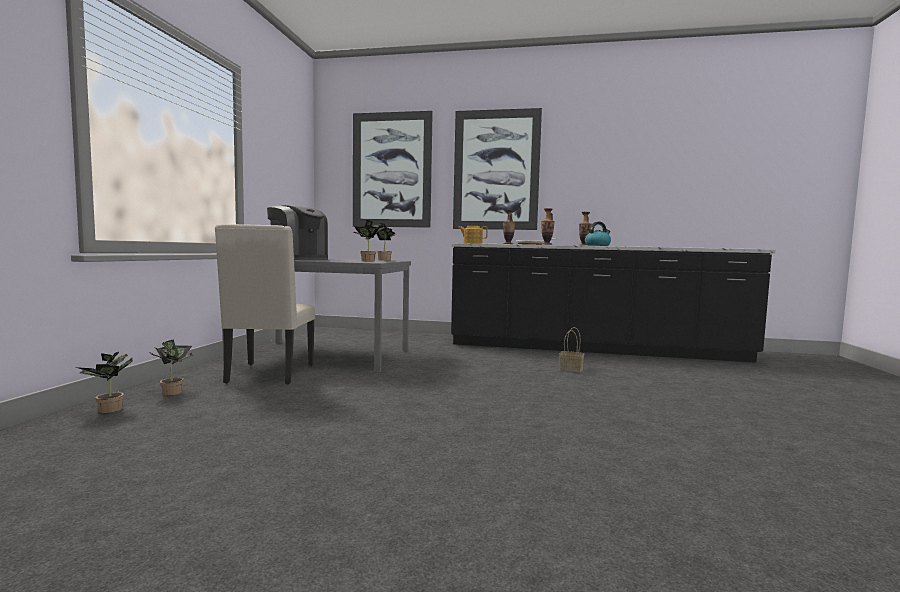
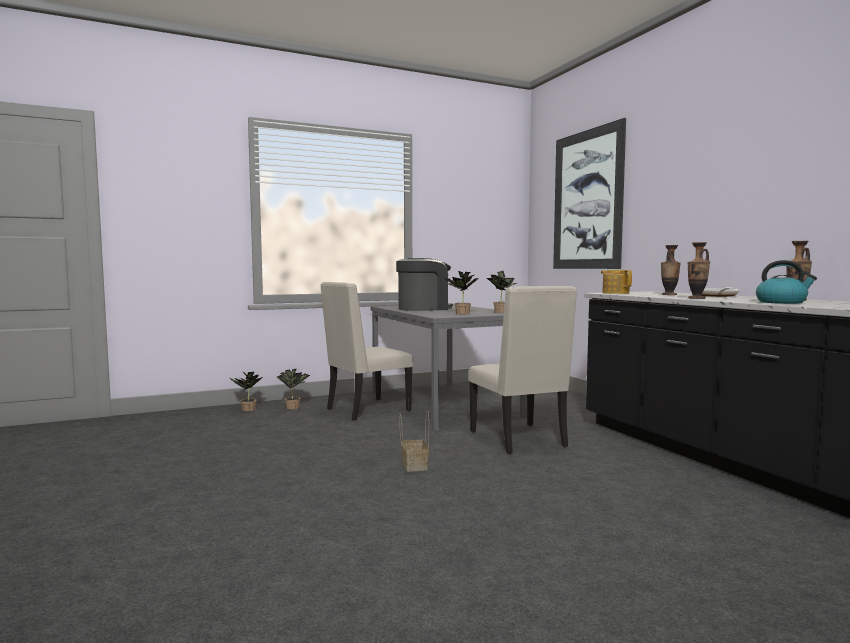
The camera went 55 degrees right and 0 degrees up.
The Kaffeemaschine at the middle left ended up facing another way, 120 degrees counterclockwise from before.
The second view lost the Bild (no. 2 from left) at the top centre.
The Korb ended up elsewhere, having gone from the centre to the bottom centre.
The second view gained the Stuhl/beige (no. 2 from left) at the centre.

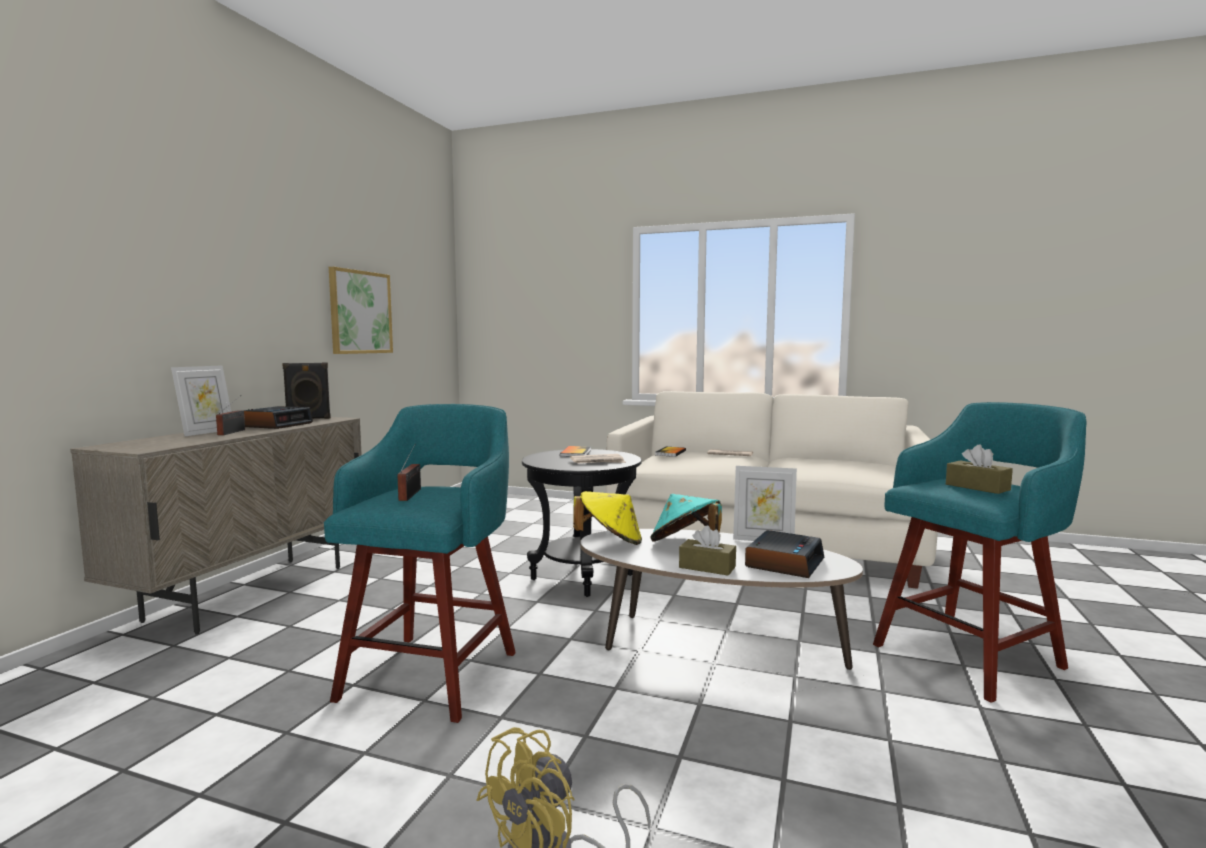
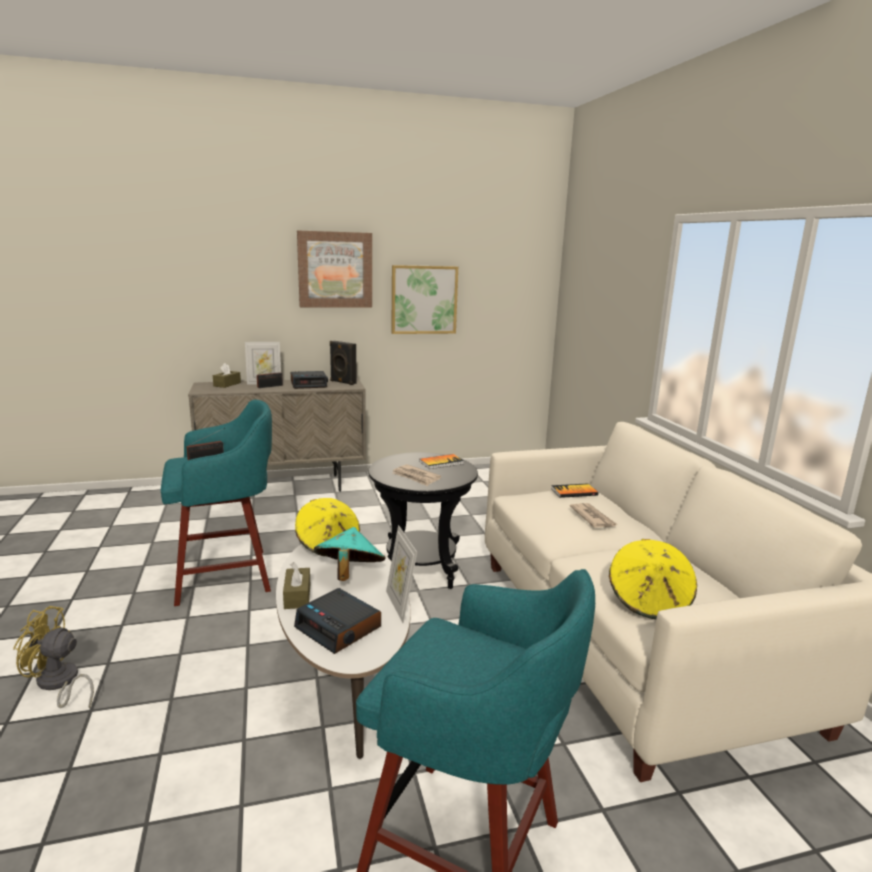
The camera went 55 degrees right and 10 degrees up.
The Wecker (no. 2 from left) at the centre ended up facing another way, 45 degrees clockwise from before.
The Taschentuchbox/braun (no. 2 from left in the first image) ended up elsewhere, having gone from the middle right to the middle left.
The second view gained the Bild (no. 1 from left) at the top centre.
The second view gained the Hut/gelb (no. 2 from left) at the middle right.

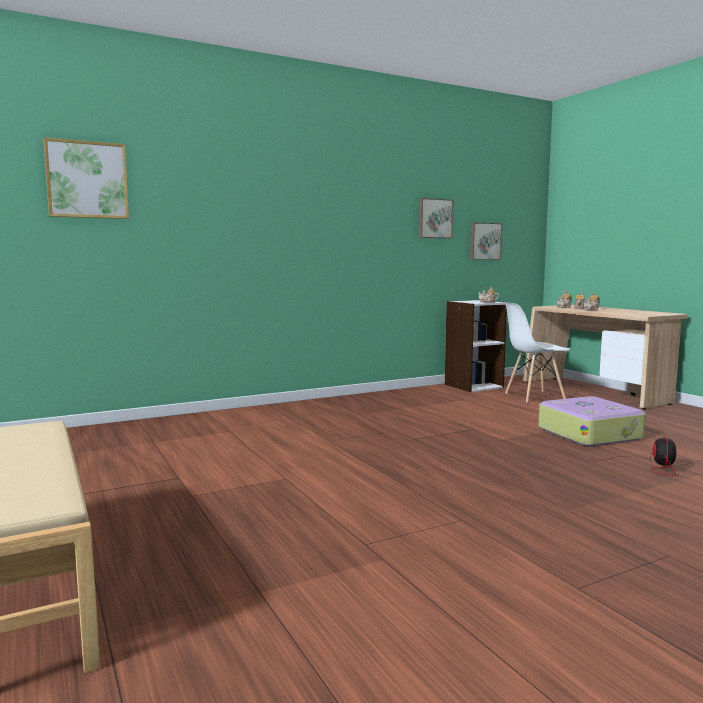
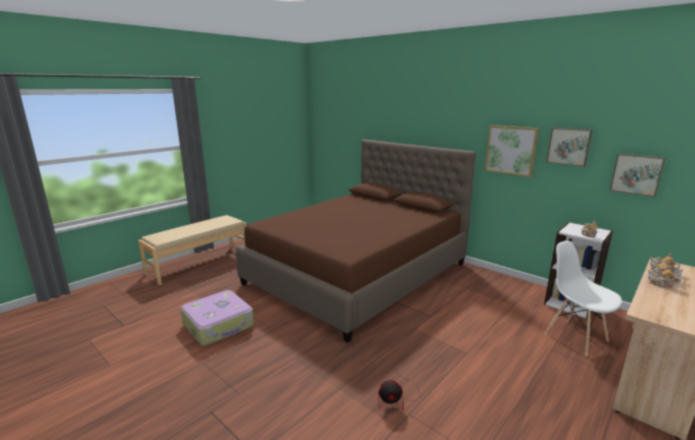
The camera went 70 degrees right and 10 degrees up.
The Bild (no. 1 from left) ended up elsewhere, having gone from the top left to the middle right.
The Koffer ended up elsewhere, having gone from the middle right to the bottom left.
The second view gained the Bett/braun at the centre.

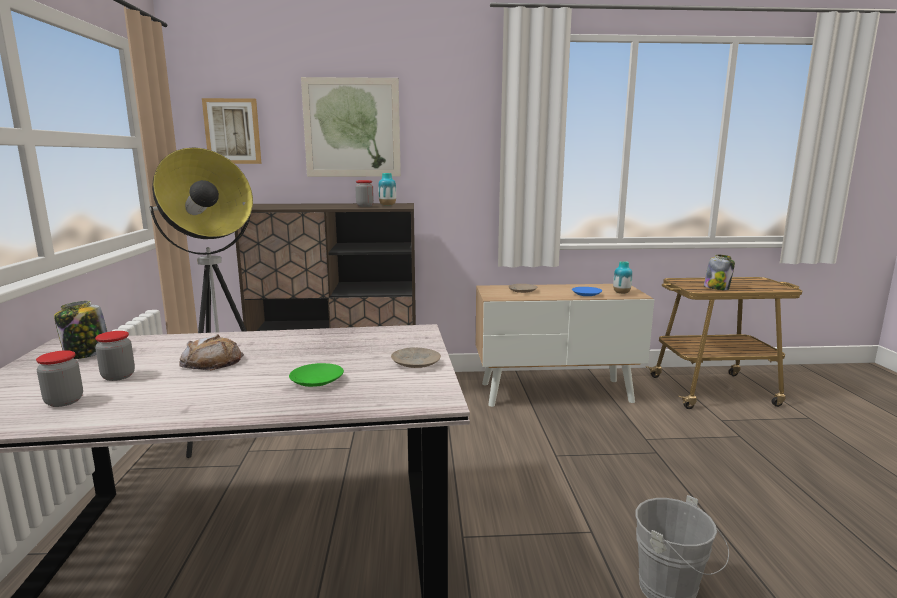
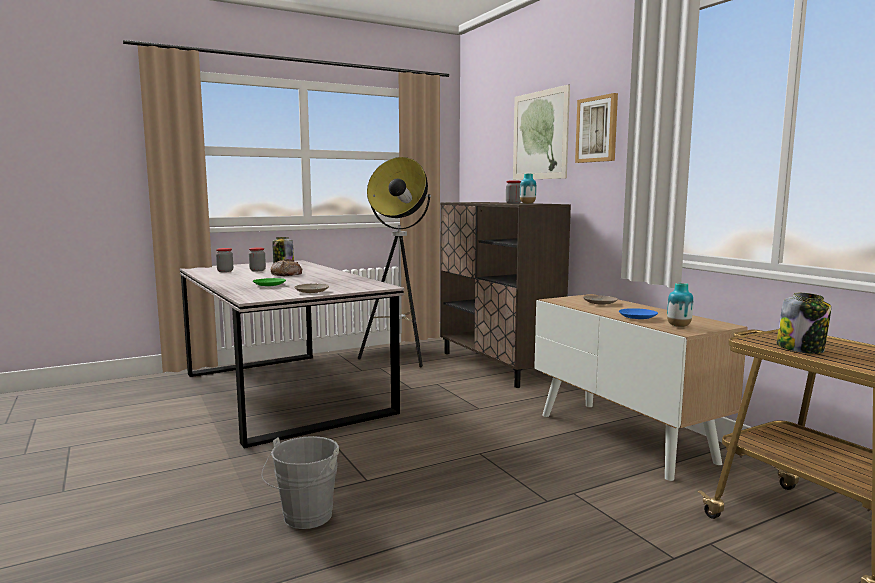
The camera went 65 degrees right and 5 degrees down.
The Bild (no. 1 from left in the first image) ended up elsewhere, having gone from the top left to the top right.

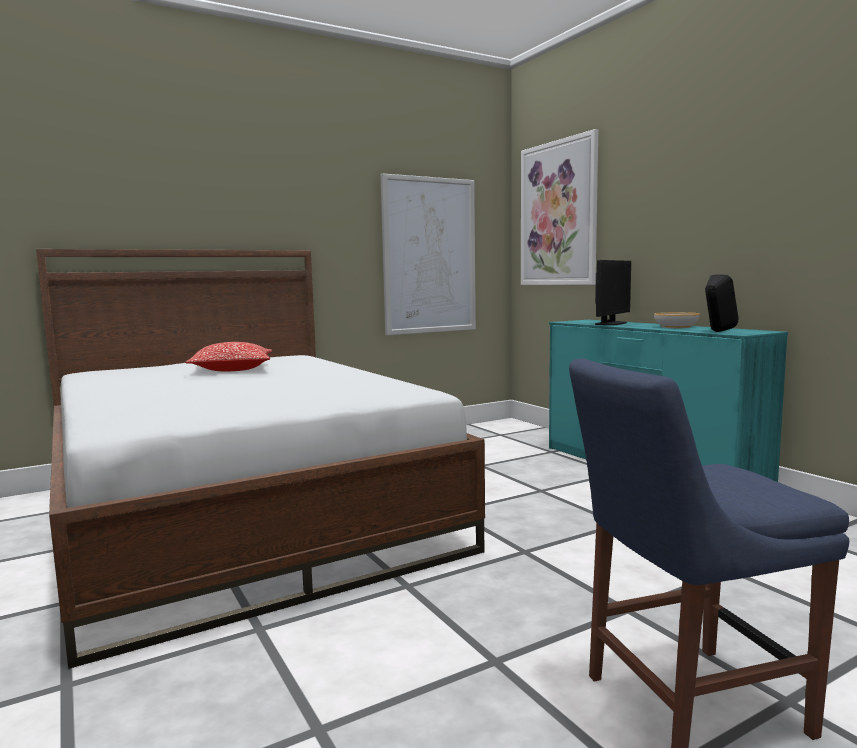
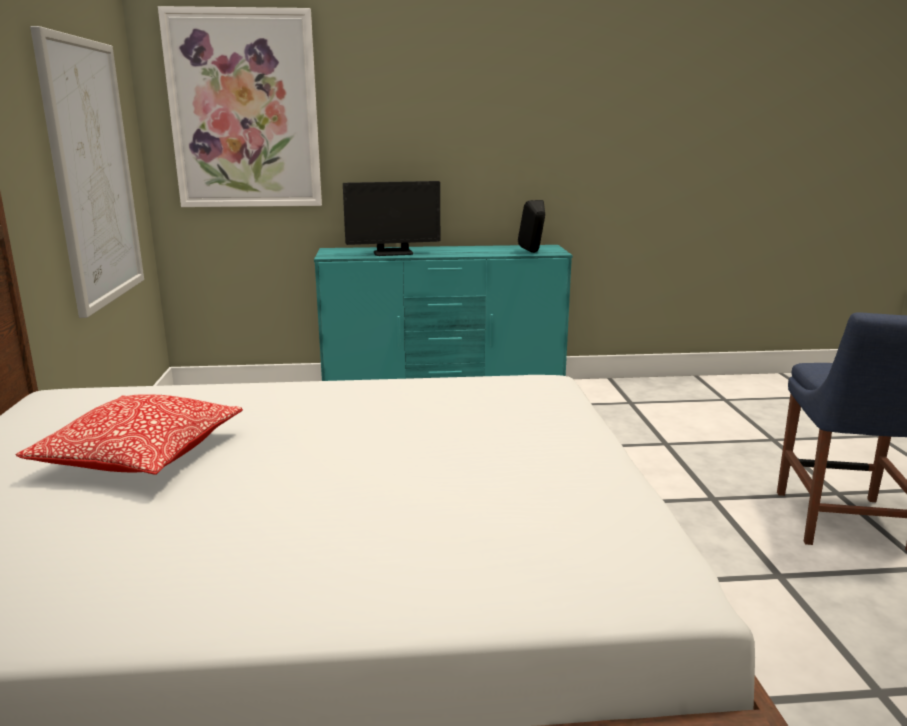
The camera went 65 degrees left and 10 degrees up.
The Monitor at the middle right ended up facing another way, 105 degrees clockwise from before.
The second view lost the Schüssel at the middle right.

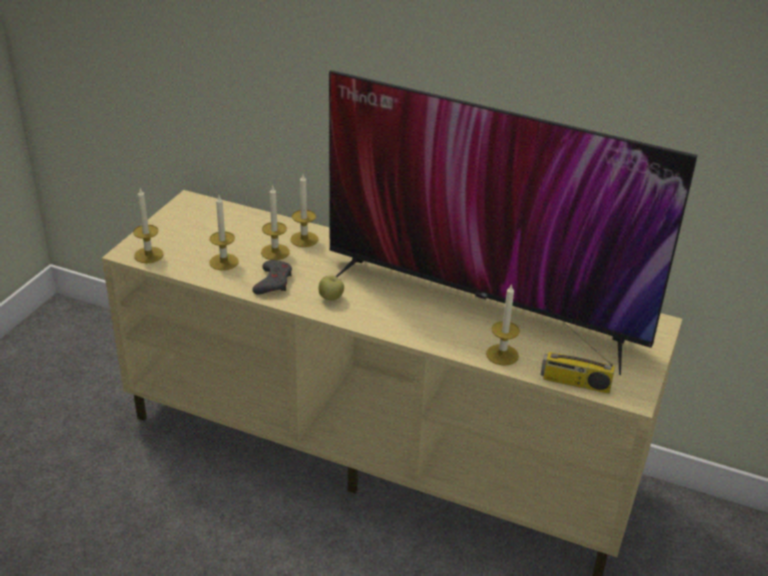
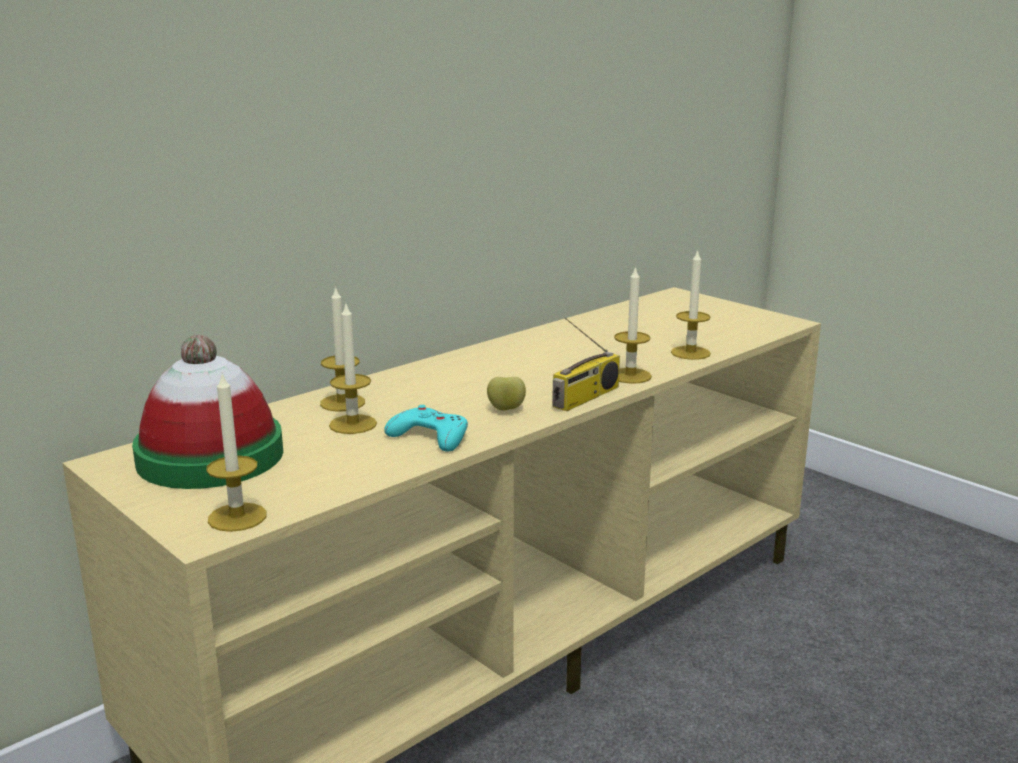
The camera went 65 degrees left and 15 degrees down.
The Kerze (no. 2 from left in the first image) ended up elsewhere, having gone from the middle left to the centre.
What was the Gamepad/grau at the centre turned into the Gamepad/türkis at the centre.
The second view lost the Fernseher at the middle right.
The Radio ended up elsewhere, having gone from the middle right to the centre.
The second view gained the Hut at the middle left.

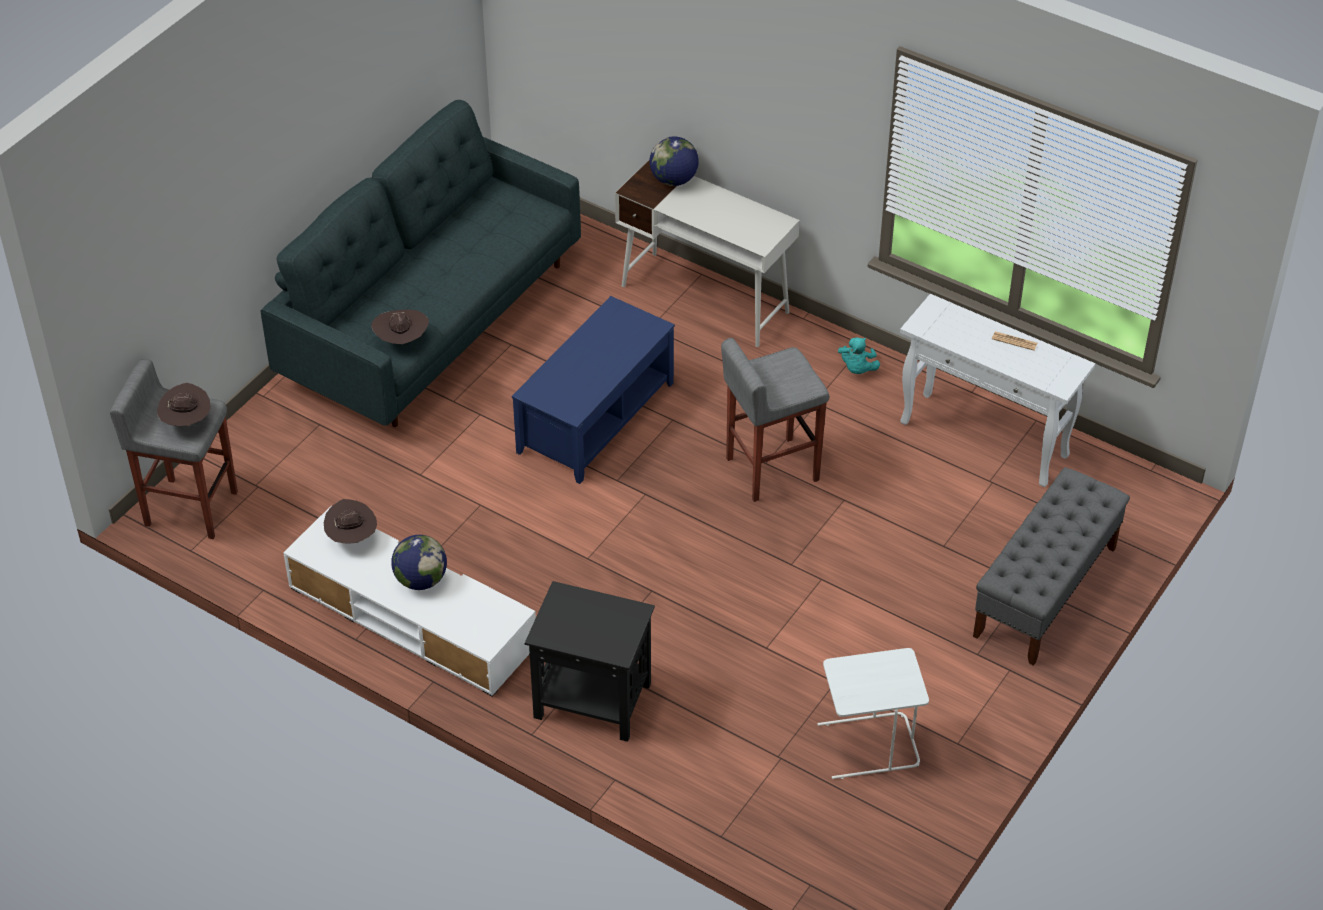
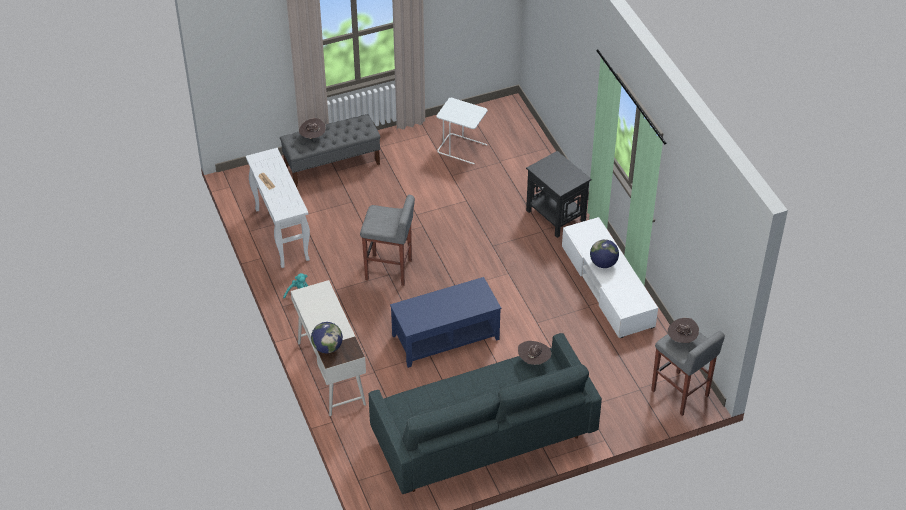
The camera went 145 degrees left and 0 degrees up.
The Hut/braun (no. 2 from left in the first image) ended up elsewhere, having gone from the middle left to the top centre.

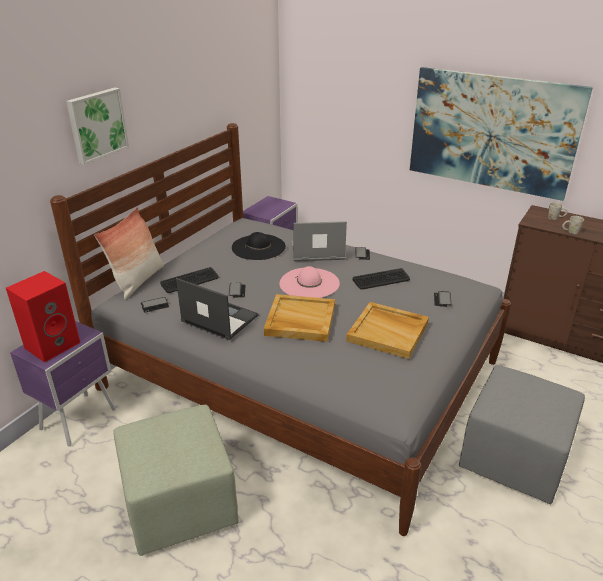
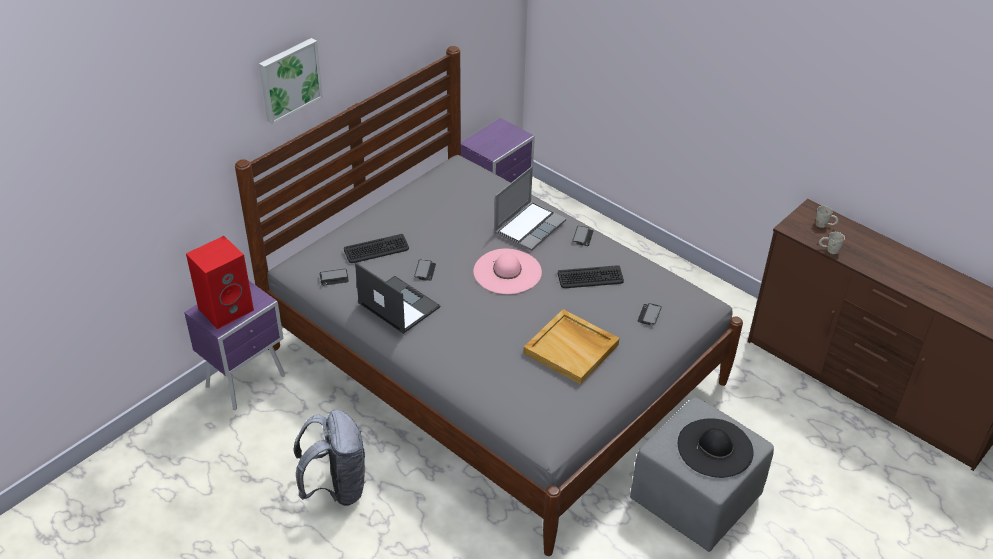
The camera went 10 degrees right and 10 degrees up.
The second view lost the Kissen at the middle left.
Where the Polsterhocker/grün stood at the bottom left, the Rucksack/grau came to stand at the bottom left.
The Hut/schwarz ended up elsewhere, having gone from the centre to the bottom right.
The second view lost the Tablett/beige (no. 1 from left) at the centre.
The Laptop (no. 2 from left) at the centre ended up facing another way, 120 degrees clockwise from before.
The second view lost the Bild (no. 2 from left) at the top right.

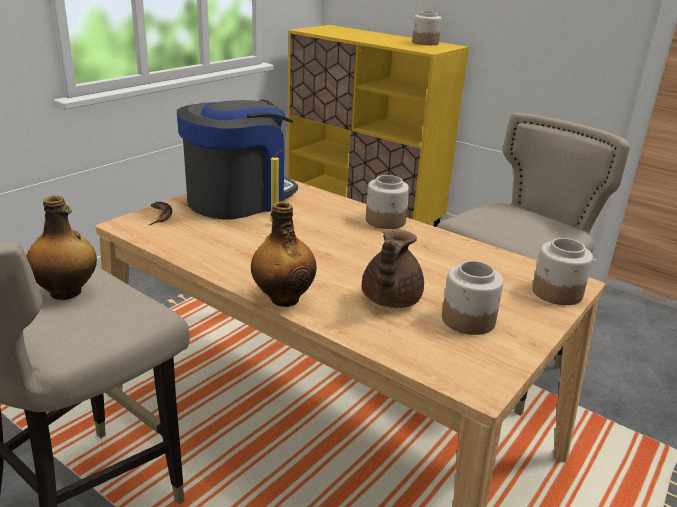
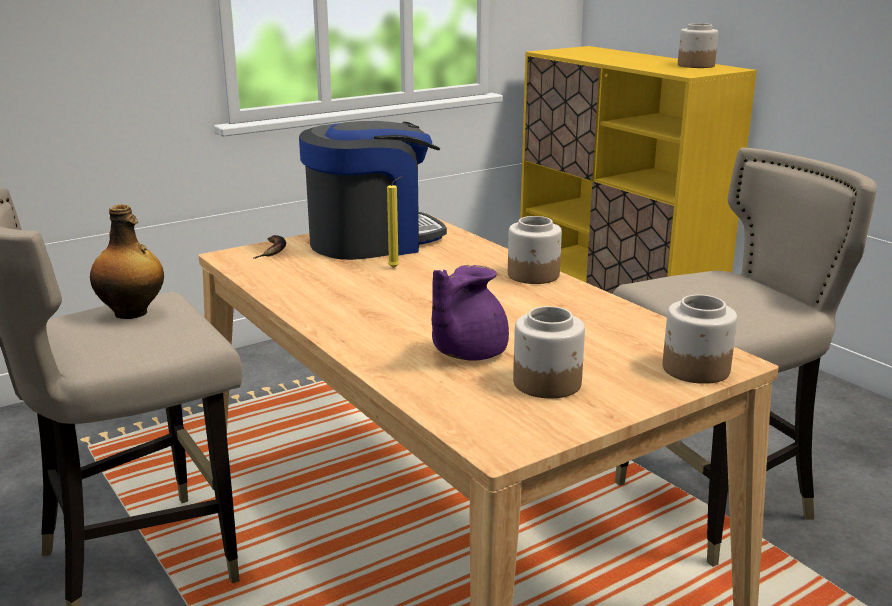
The camera went 20 degrees right and 5 degrees down.
The second view lost the Flasche (no. 2 from left) at the centre.
What was the Teekanne/braun at the centre turned into the Teekanne/lila at the centre.

